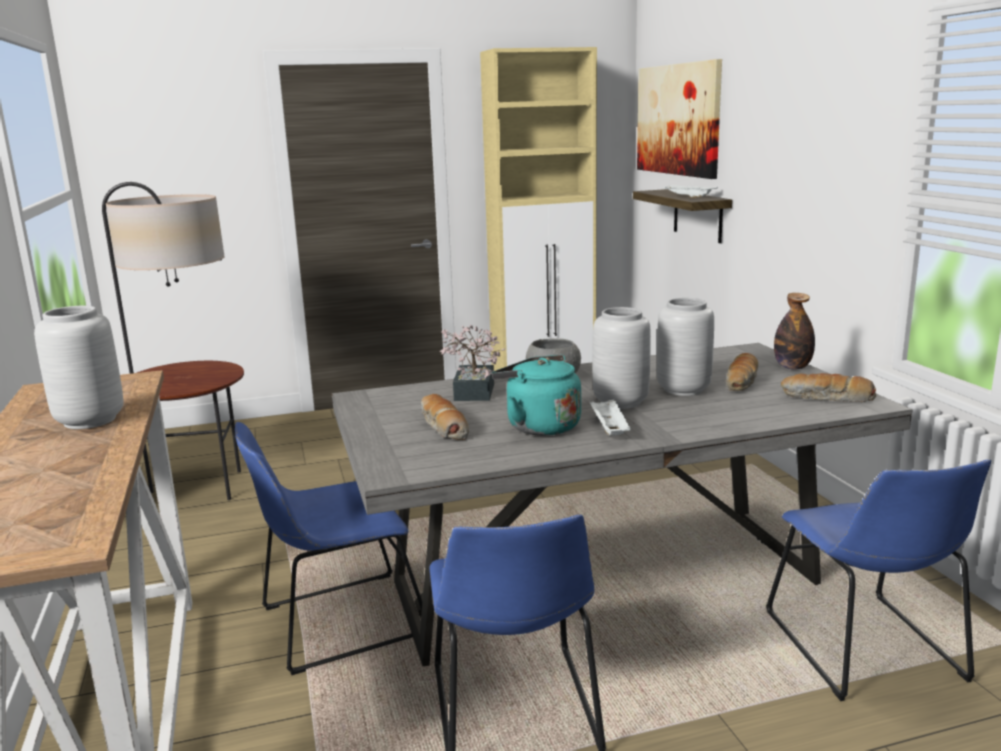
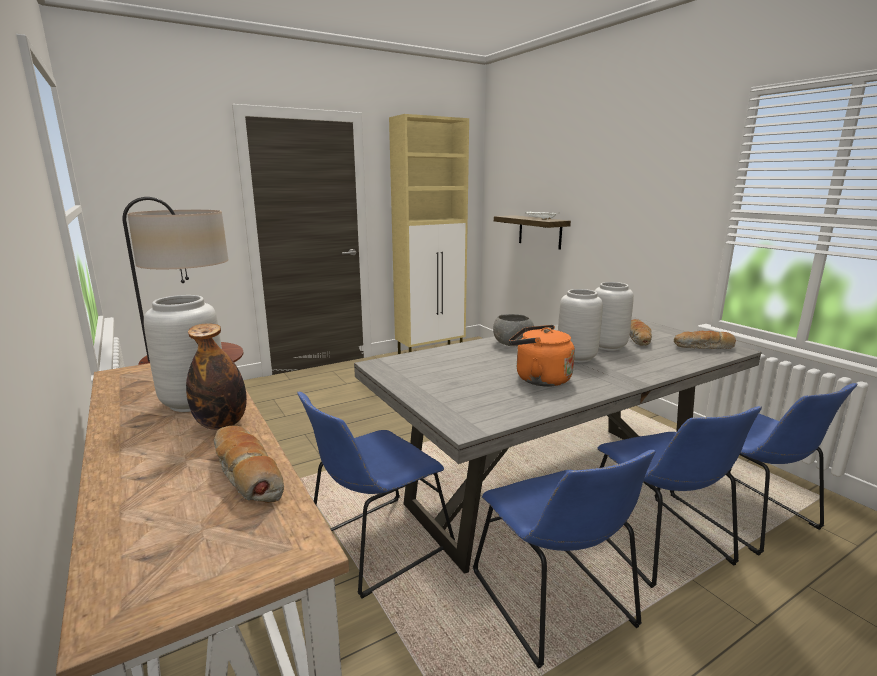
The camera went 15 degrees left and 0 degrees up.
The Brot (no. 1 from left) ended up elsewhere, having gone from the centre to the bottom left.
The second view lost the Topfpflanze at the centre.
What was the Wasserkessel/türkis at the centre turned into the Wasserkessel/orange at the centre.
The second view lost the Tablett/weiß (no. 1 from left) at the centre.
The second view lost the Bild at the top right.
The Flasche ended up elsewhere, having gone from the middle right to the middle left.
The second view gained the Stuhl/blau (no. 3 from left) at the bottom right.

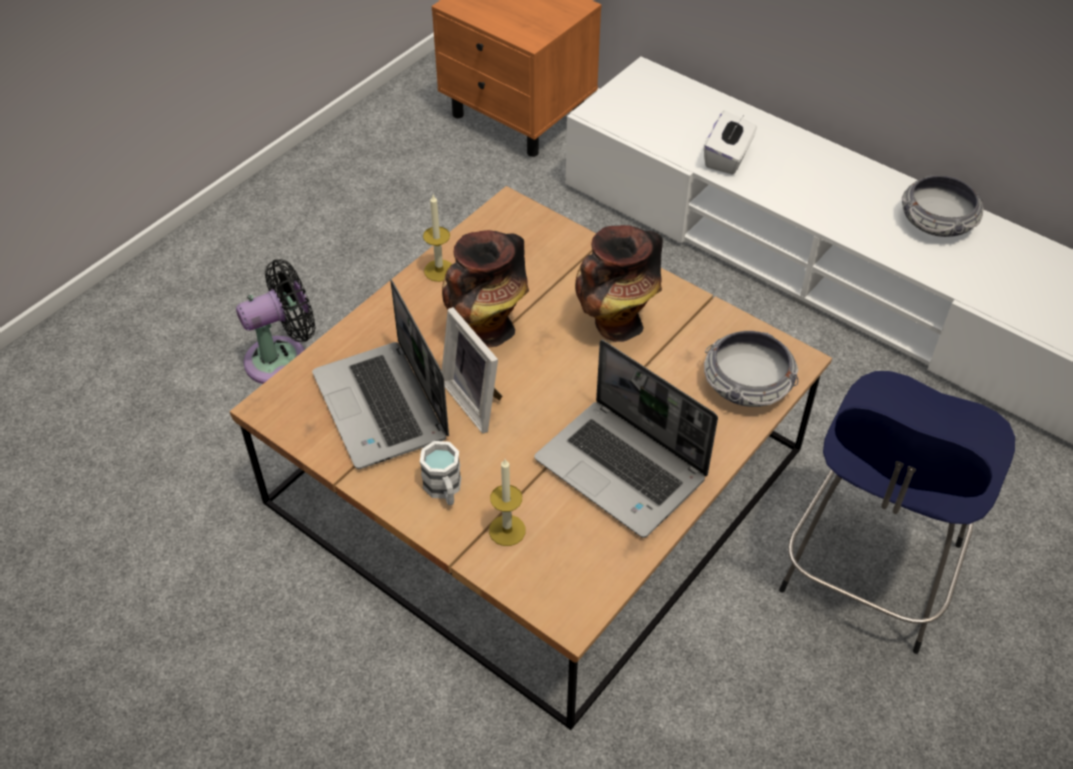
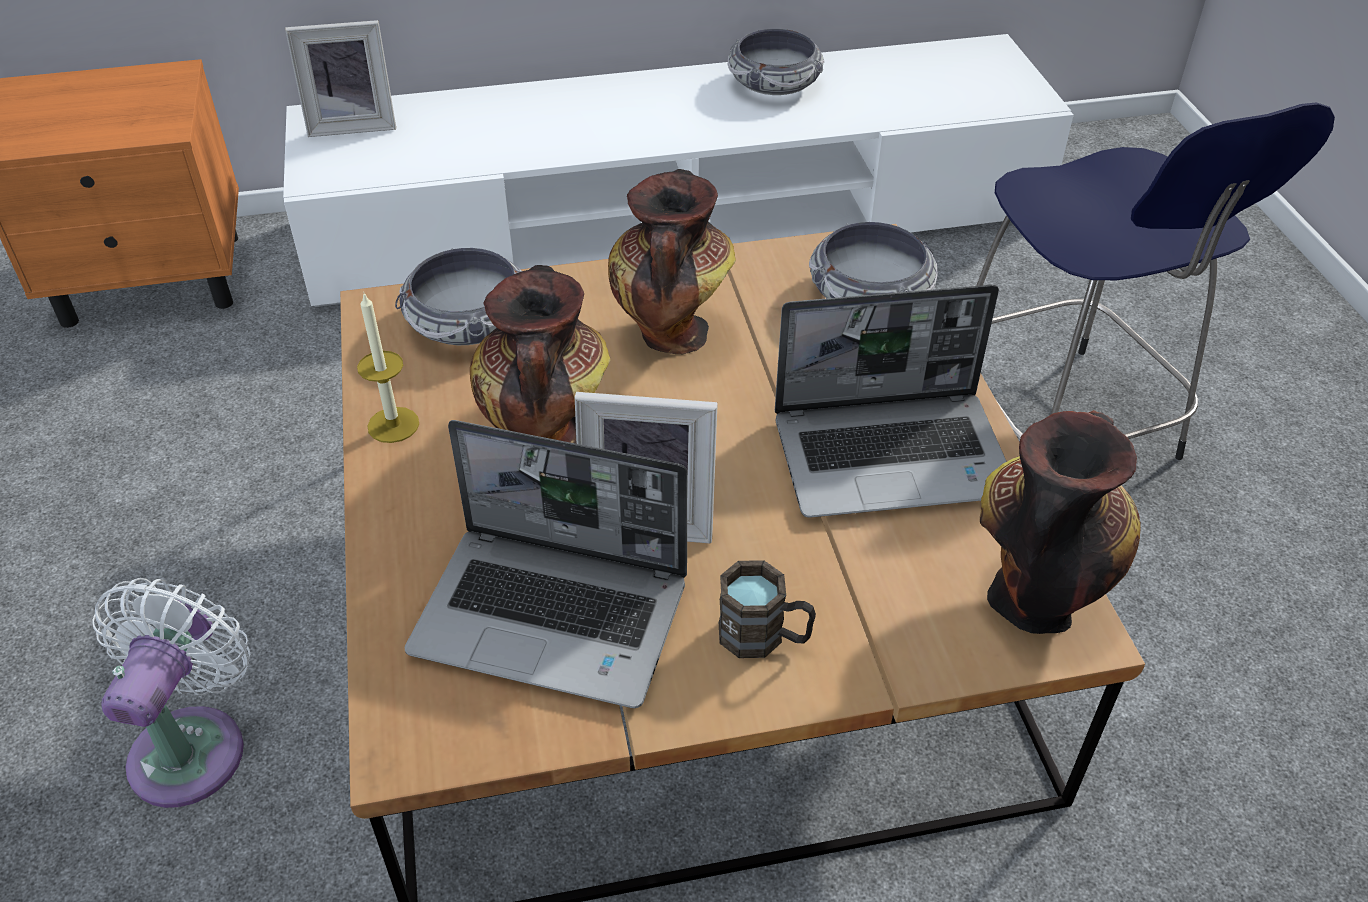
The camera went 50 degrees left and 5 degrees down.
What was the Ventilator/schwarz at the middle left turned into the Ventilator/weiß at the bottom left.
What was the Henkelbecher/weiß at the centre turned into the Henkelbecher/braun at the bottom centre.
The second view lost the Kerze (no. 2 from left) at the centre.
The second view lost the Taschentuchbox/weiß at the top right.
The second view gained the Bilderrahmen (no. 1 from left) at the top left.
The second view gained the Schüssel (no. 1 from left) at the top centre.
The second view gained the Vase (no. 3 from left) at the middle right.

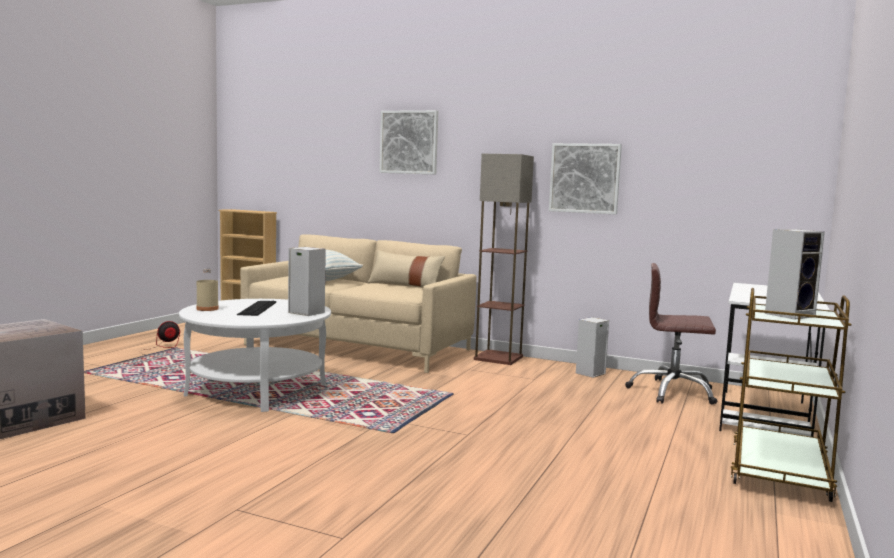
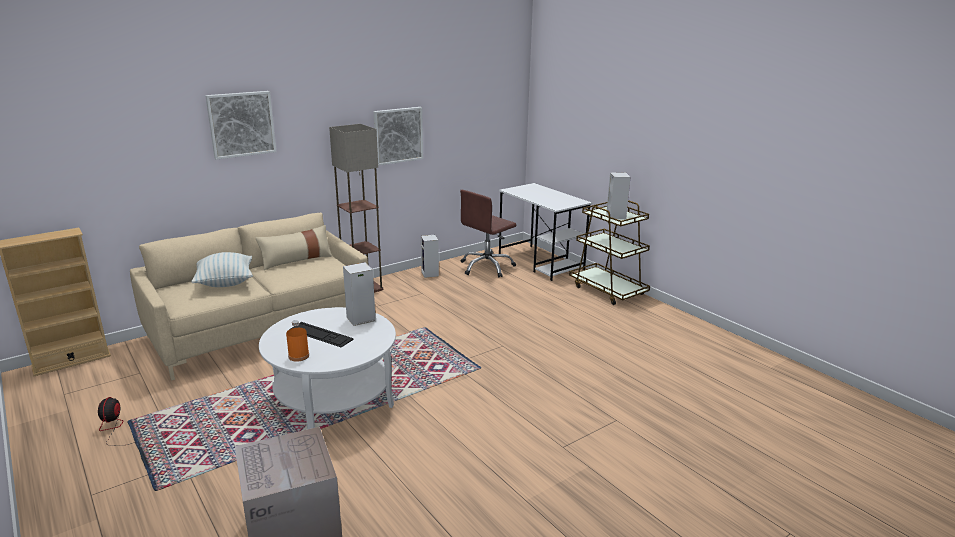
The camera went 60 degrees left and 15 degrees up.
What was the Flasche/beige at the middle left turned into the Flasche/orange at the middle left.

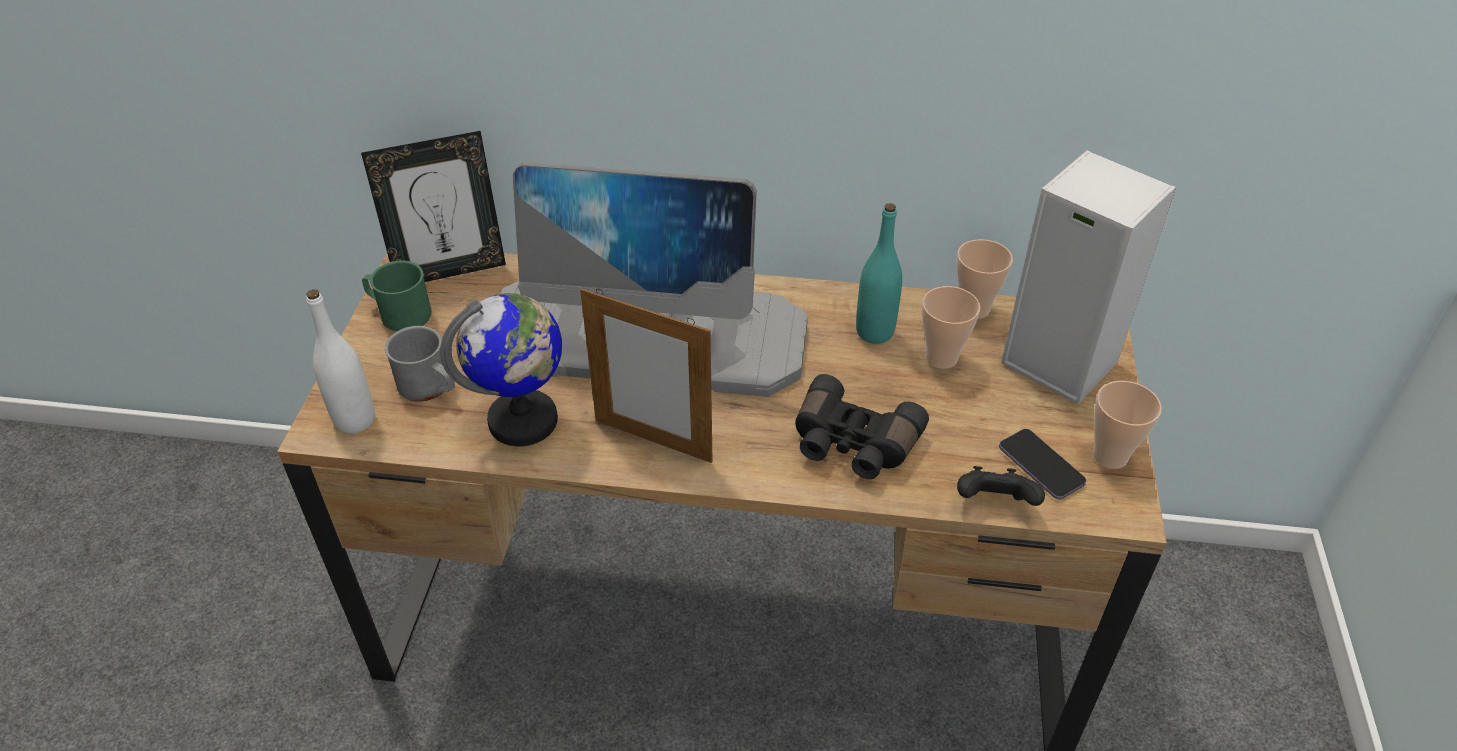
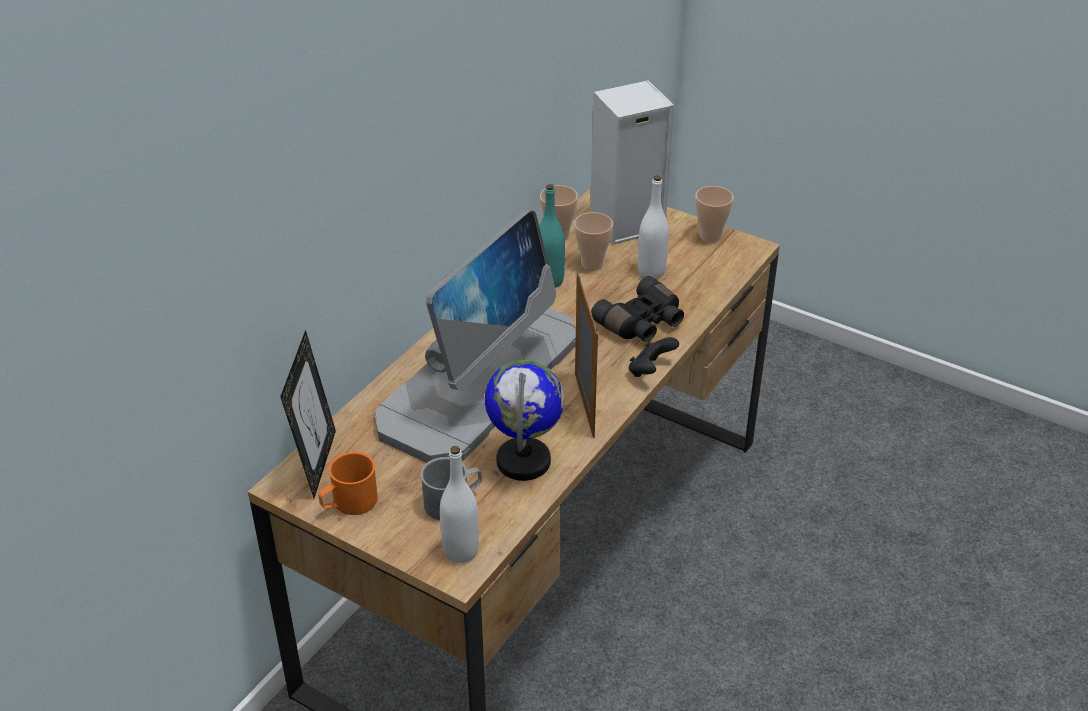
The camera went 65 degrees left and 5 degrees down.
What was the Henkelbecher/grün at the middle left turned into the Henkelbecher/orange at the bottom left.
The Bilderrahmen (no. 2 from left) at the centre ended up facing another way, 60 degrees counterclockwise from before.
The Gamepad/schwarz ended up elsewhere, having gone from the middle right to the centre.
The second view lost the Handy at the middle right.
The second view gained the Flasche/weiß (no. 2 from left) at the top centre.

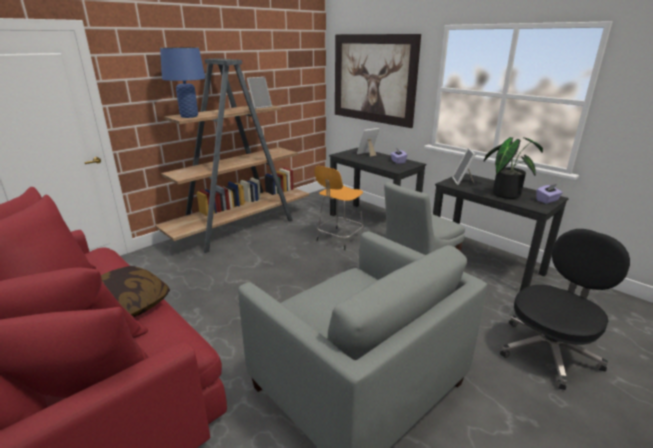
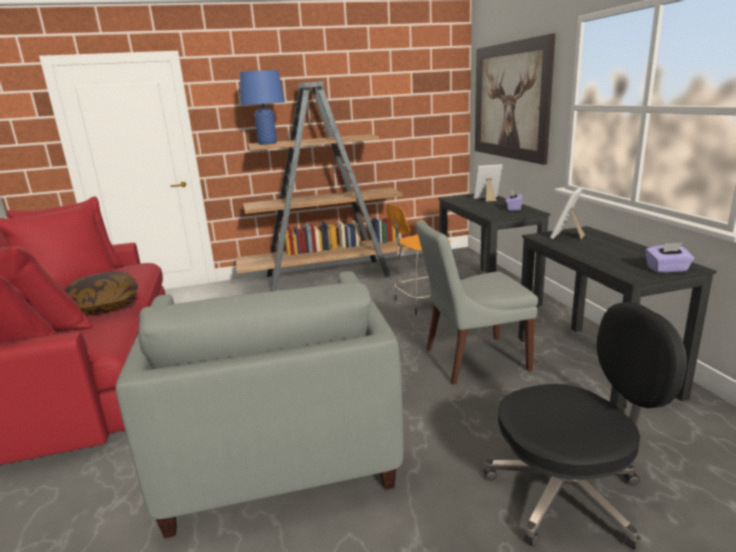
The camera went 30 degrees right and 5 degrees down.
The second view lost the Bilderrahmen (no. 1 from left) at the top centre.
The second view lost the Topfpflanze at the middle right.

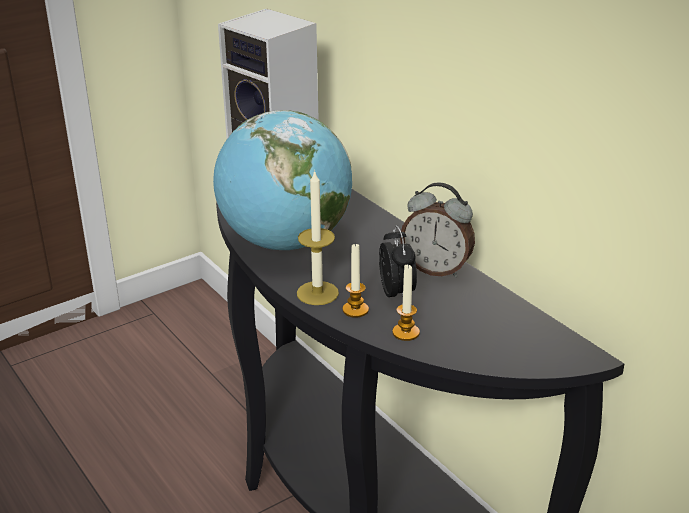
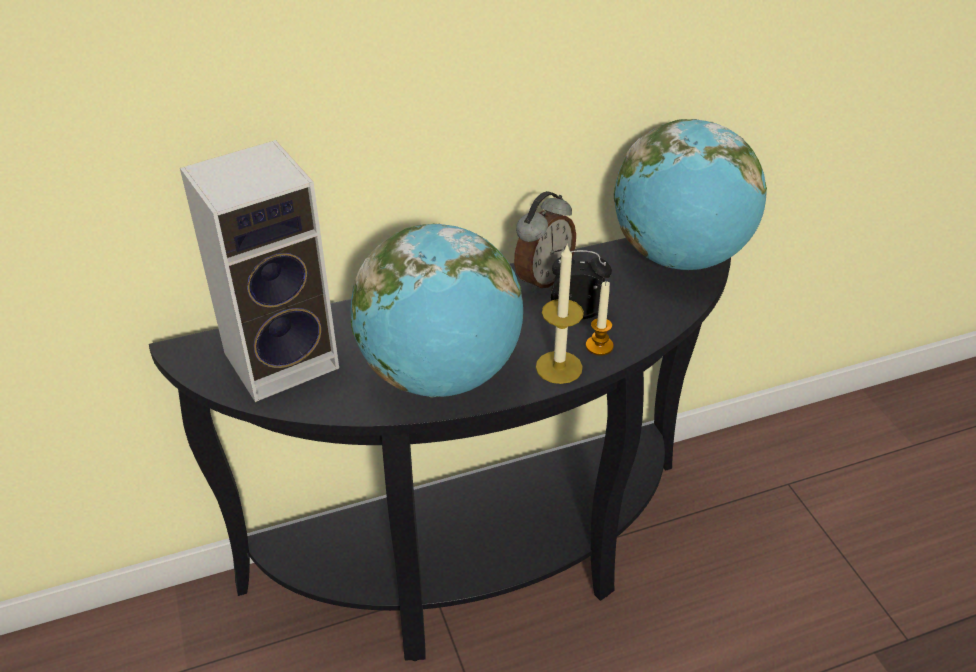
The camera went 75 degrees left and 10 degrees up.
The second view lost the Kerze (no. 3 from left) at the centre.
The second view gained the Globus (no. 2 from left) at the top right.

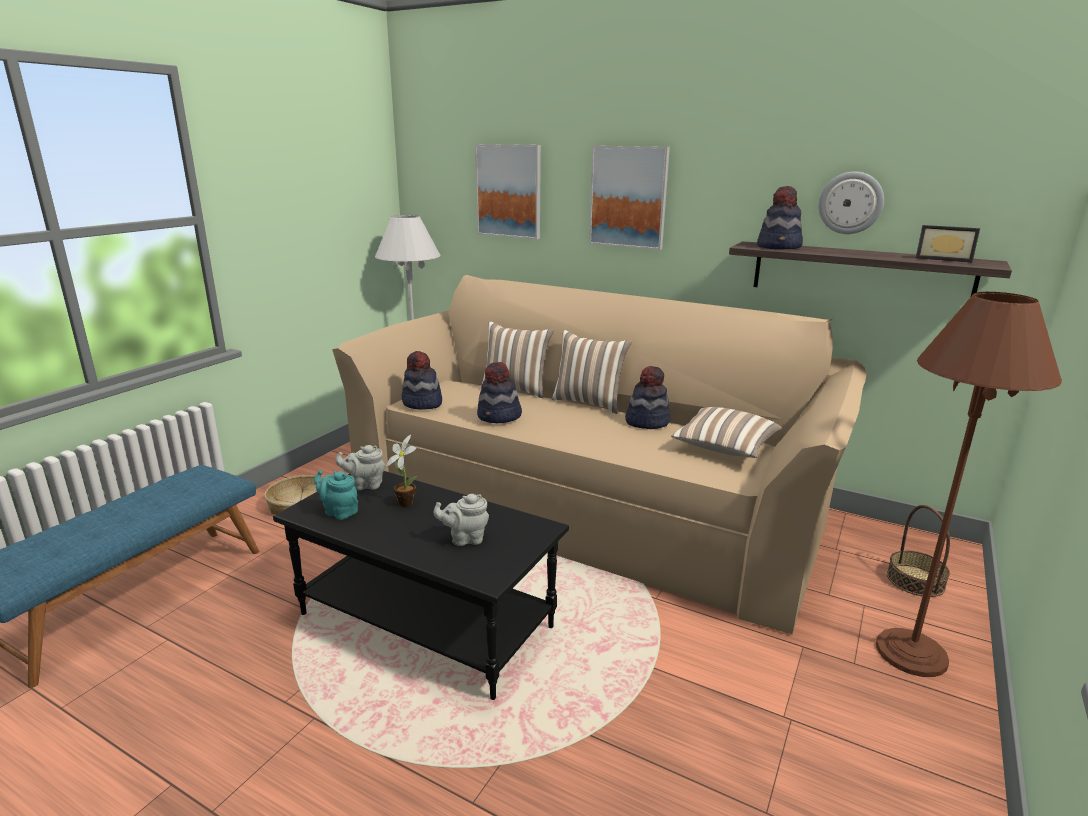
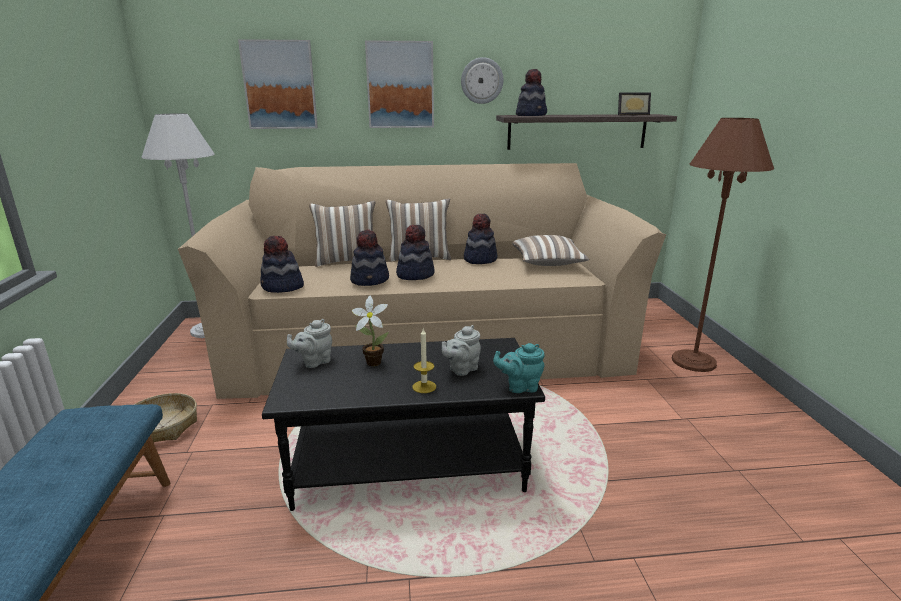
The camera went 35 degrees left and 0 degrees up.
The Teekanne/türkis ended up elsewhere, having gone from the middle left to the centre.
The Wanduhr ended up elsewhere, having gone from the top right to the top centre.
The second view lost the Korb (no. 2 from left) at the bottom right.
The second view gained the Hut (no. 3 from left) at the centre.
The second view gained the Kerze at the centre.

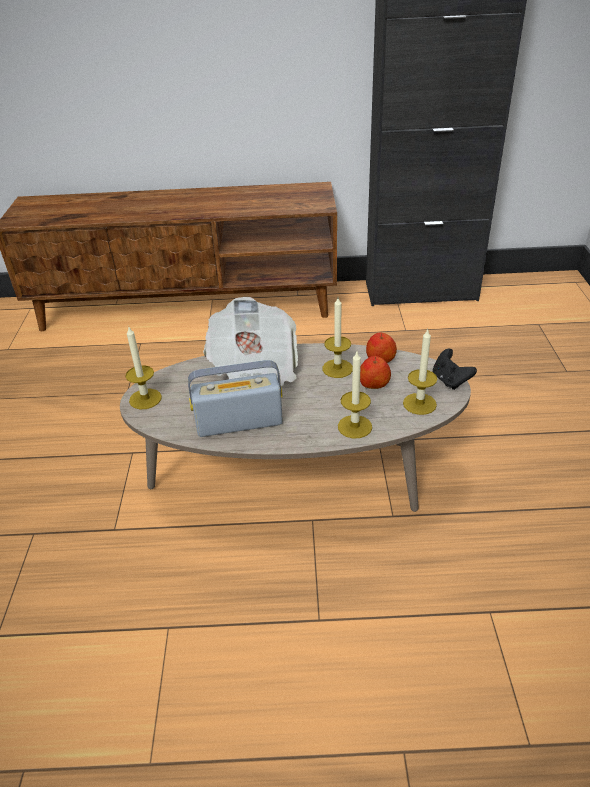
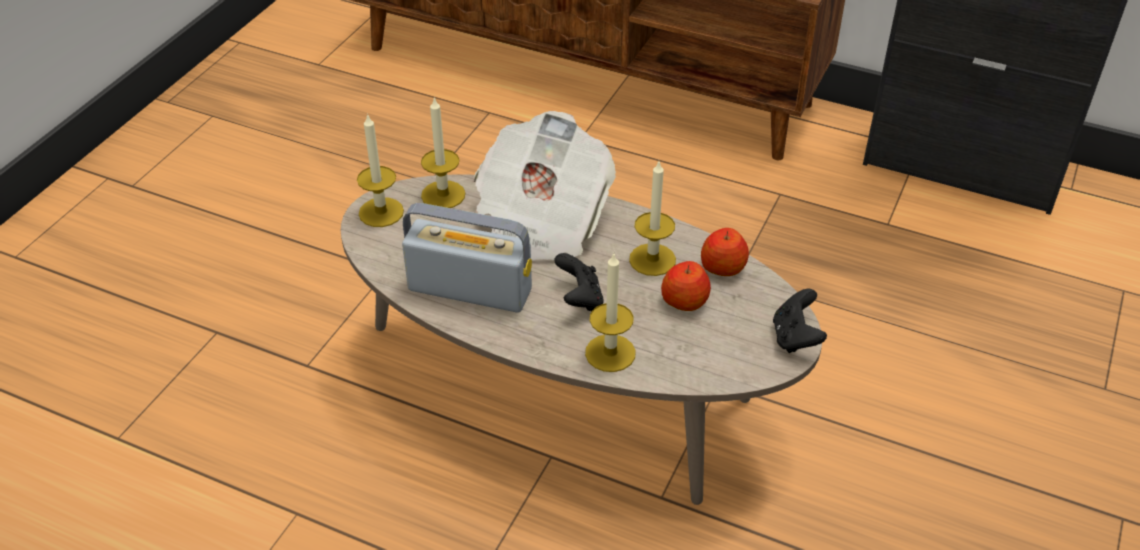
The camera went 25 degrees right and 5 degrees up.
The Kerze (no. 4 from left in the first image) ended up elsewhere, having gone from the middle right to the top centre.
The second view gained the Gamepad/schwarz (no. 1 from left) at the centre.

